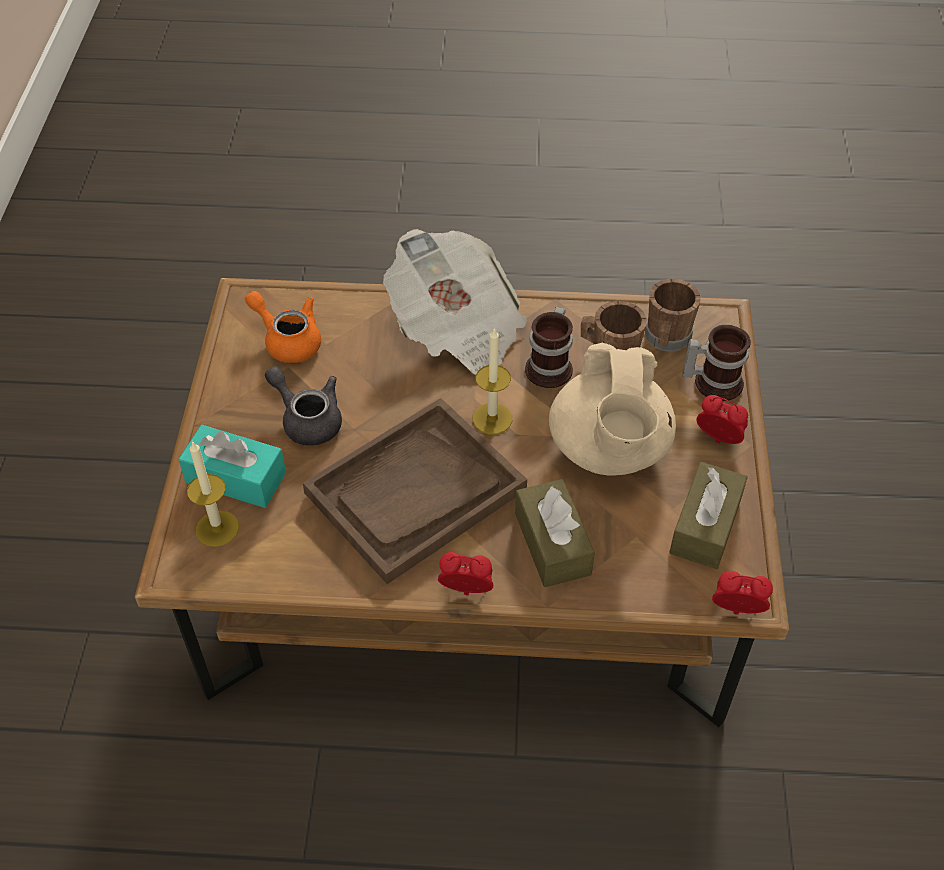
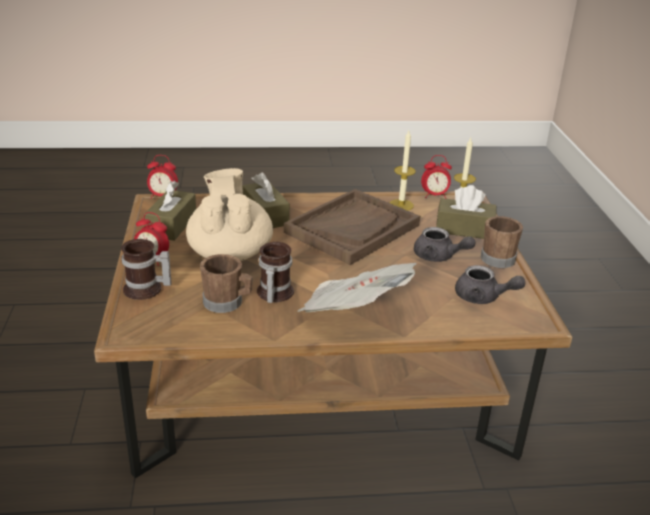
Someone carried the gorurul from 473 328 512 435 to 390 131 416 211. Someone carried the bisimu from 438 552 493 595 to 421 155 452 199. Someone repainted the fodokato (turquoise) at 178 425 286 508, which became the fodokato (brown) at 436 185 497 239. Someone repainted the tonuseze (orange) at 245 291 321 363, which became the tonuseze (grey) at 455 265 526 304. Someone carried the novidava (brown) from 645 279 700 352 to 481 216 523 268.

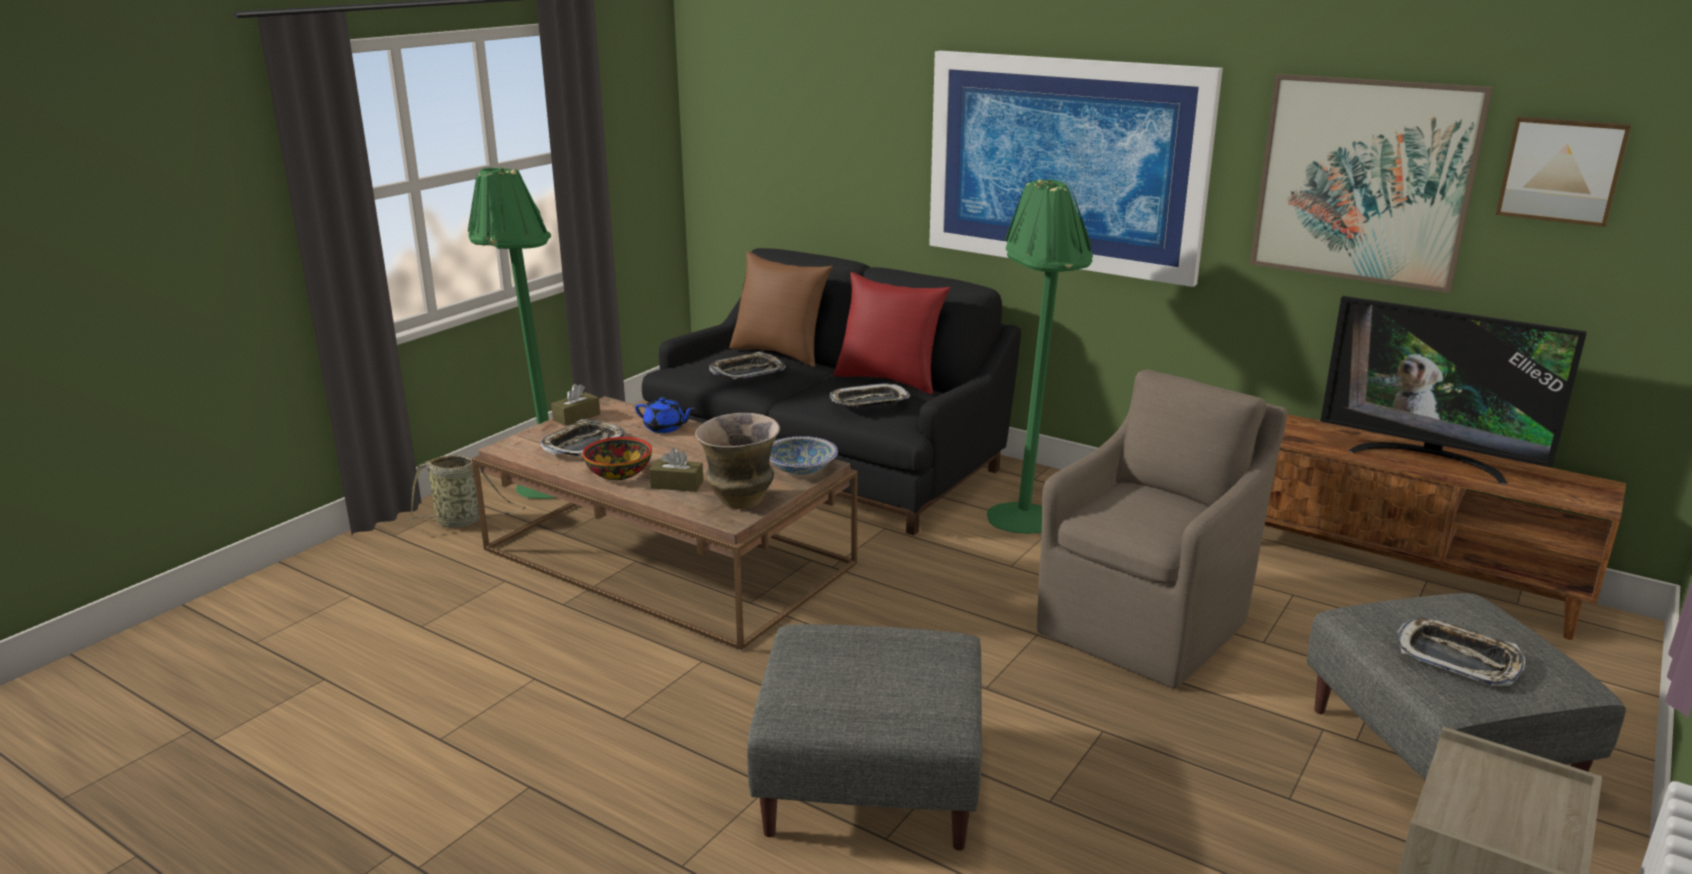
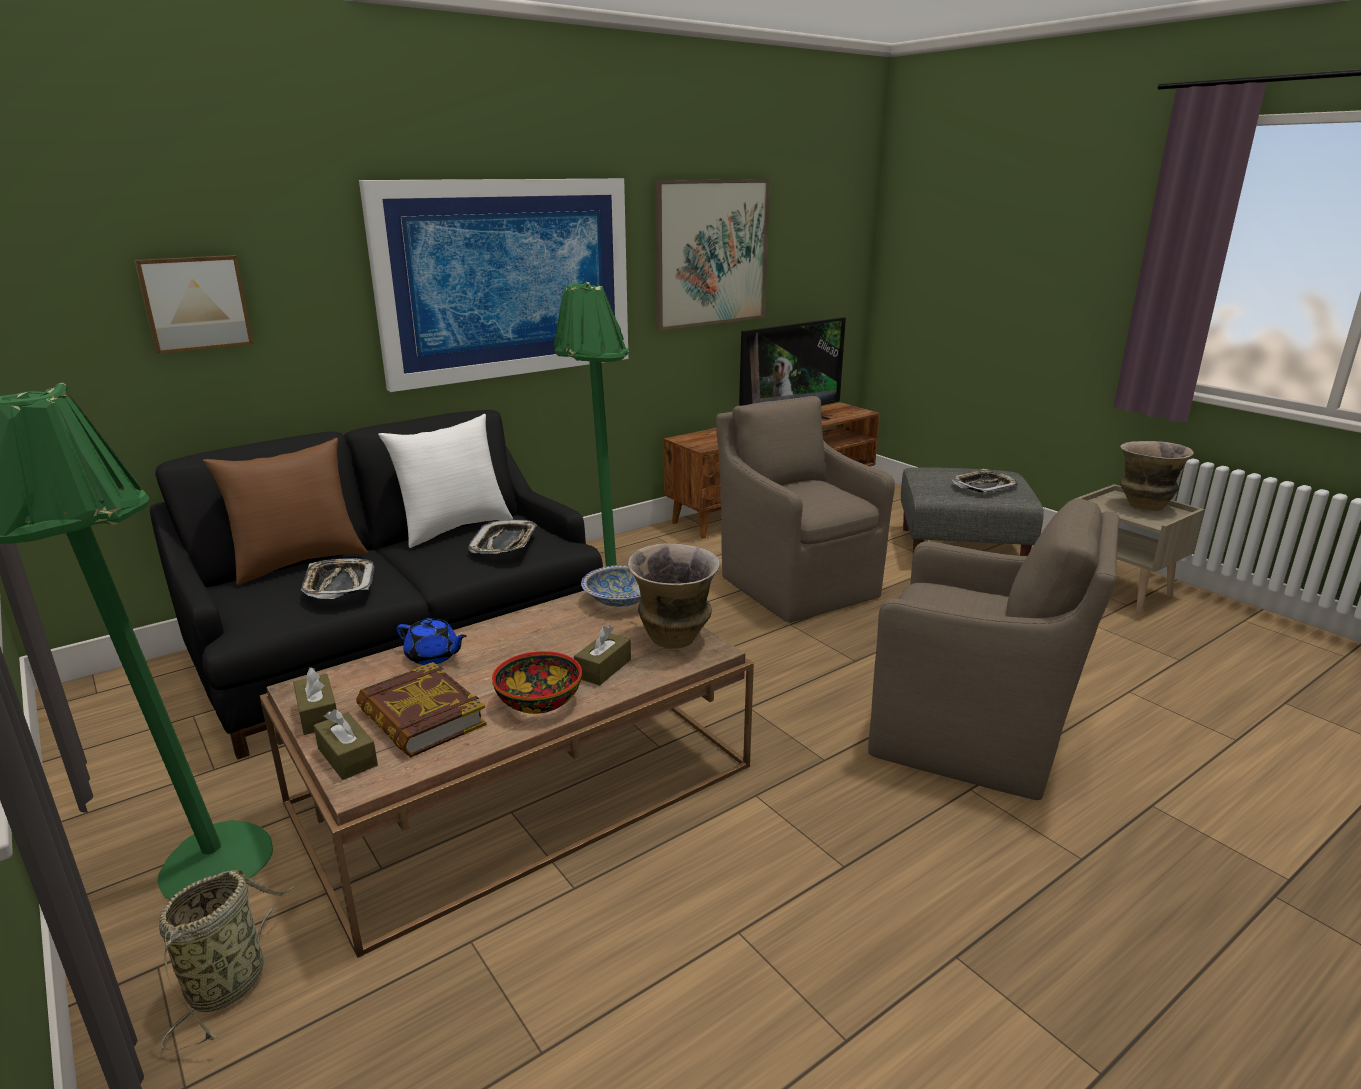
Someone carried the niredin from 1496 116 1632 227 to 134 255 253 354. Someone put down the fodokato (brown) at 314 709 378 780. Someone swapped the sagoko at 540 419 625 456 for the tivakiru at 356 662 487 758. Someone repainted the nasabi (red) at 834 272 951 394, which became the nasabi (white) at 378 414 513 548. Someone rotated the tonuseze (blue) at 635 397 695 433 by 75 degrees clockwise. Someone swapped the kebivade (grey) at 747 624 982 851 for the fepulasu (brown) at 868 498 1120 800. Someone put down the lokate at 1120 441 1194 511.

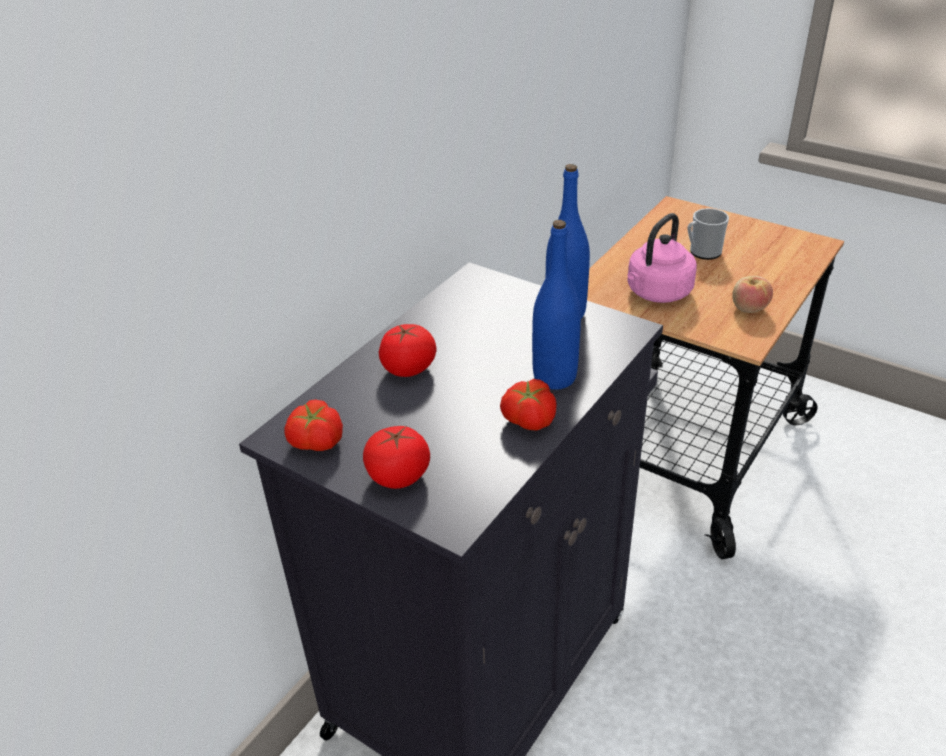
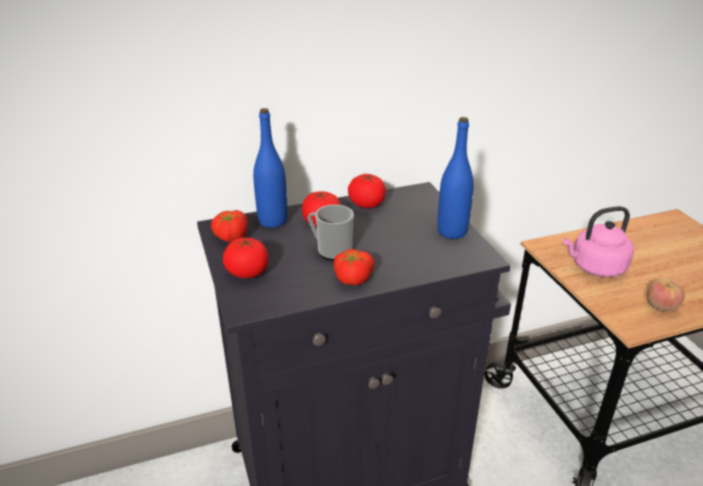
Someone carried the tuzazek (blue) from 532 220 581 390 to 253 108 287 228. Someone carried the novidava from 687 208 729 260 to 308 205 354 261. Someone put down the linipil at 348 174 386 208.

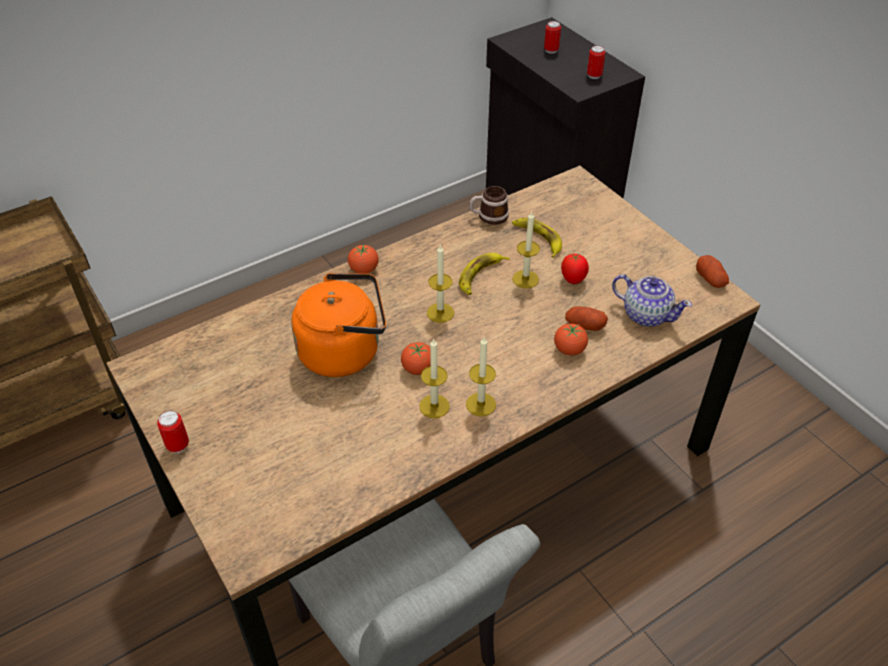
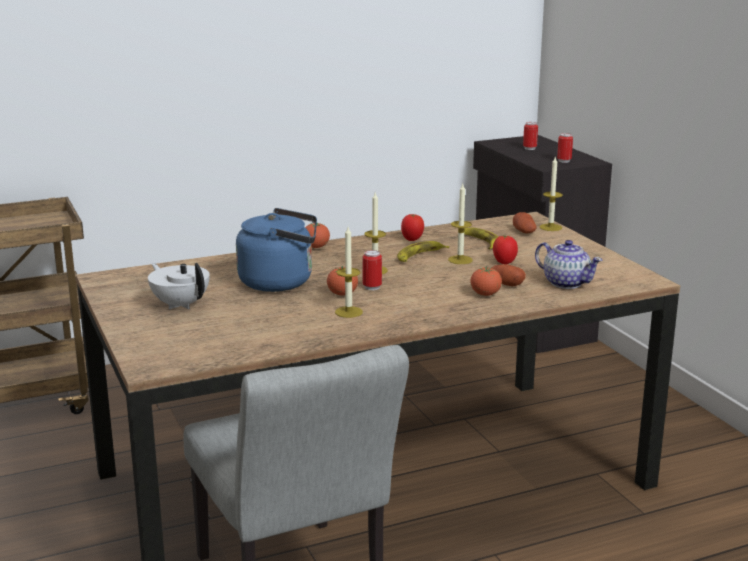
Someone put down the tonuseze (white) at 148 263 210 309. Someone repainted the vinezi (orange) at 291 273 386 377, which became the vinezi (blue) at 236 208 317 292. Someone carried the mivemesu from 157 411 189 453 to 362 250 382 290. Someone put down the linipil at 401 214 424 241. Someone carried the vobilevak from 696 255 729 288 to 513 212 536 234. Someone carried the gorurul from 466 337 496 416 to 539 157 563 231. Someone took away the novidava at 469 186 509 225.

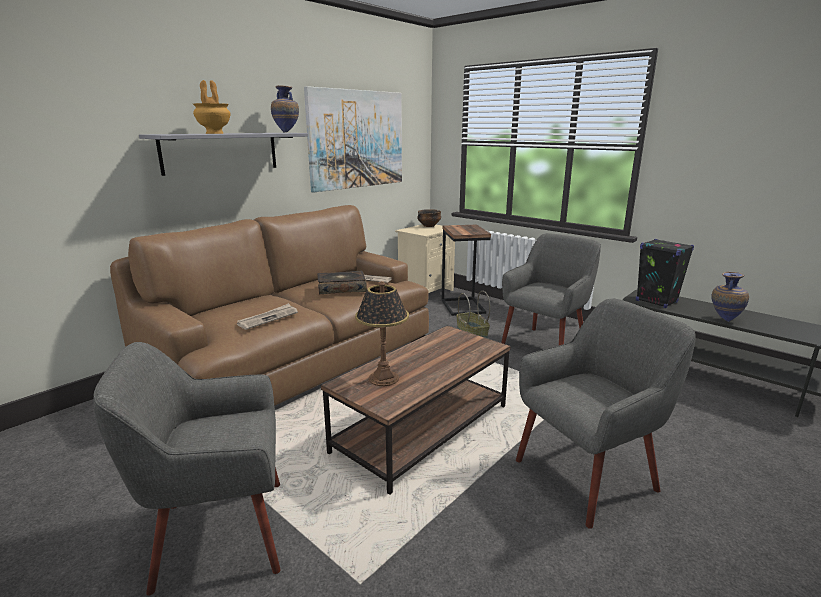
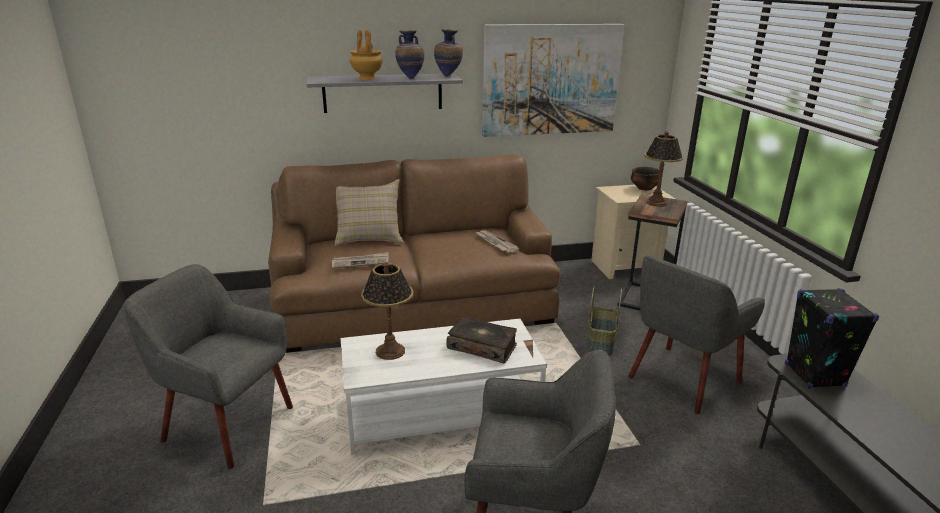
Someone put down the nasabi (beige) at 335 179 403 246. Someone repainted the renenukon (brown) at 321 325 511 495, which became the renenukon (white) at 340 318 547 454. Someone carried the lokate from 711 272 749 322 to 395 30 424 79. Someone carried the tivakiru from 317 270 367 294 to 446 316 517 363. Someone rotated the fepulasu (grey) at 501 233 601 345 by 150 degrees clockwise. Someone put down the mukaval at 644 131 683 207.

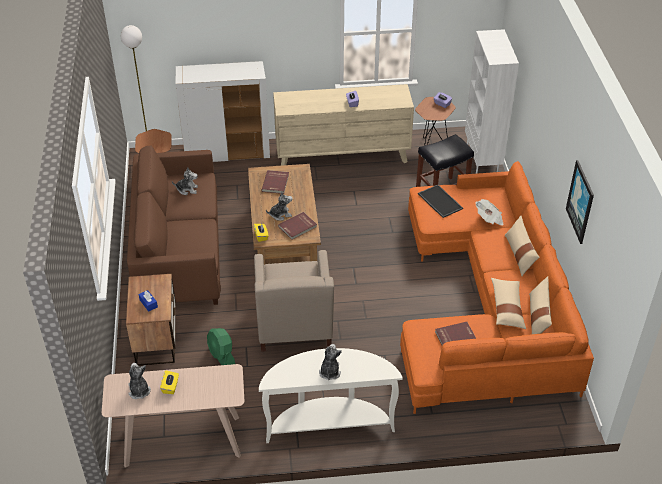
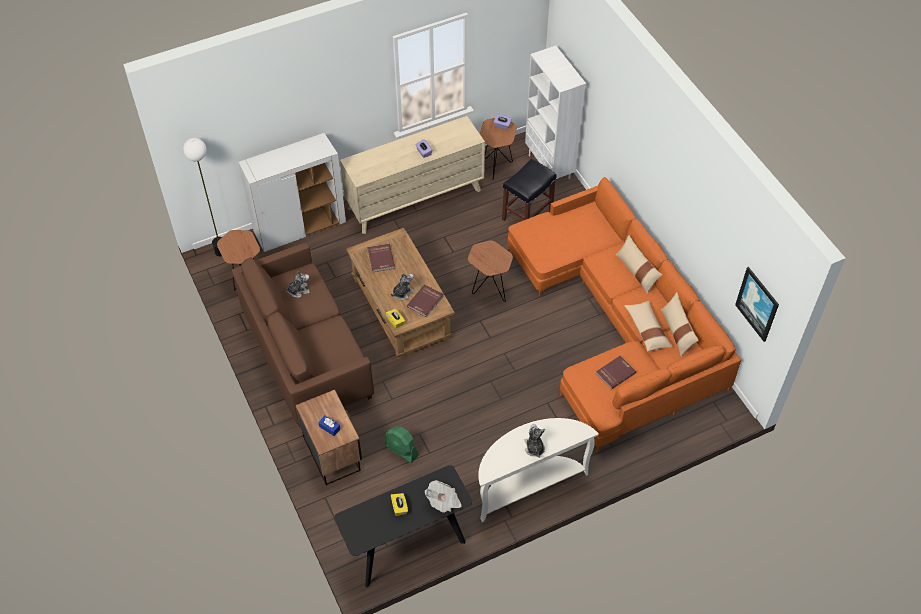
Someone repainted the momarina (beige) at 102 364 244 468, which became the momarina (black) at 334 465 472 587. Someone carried the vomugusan from 475 199 503 226 to 425 480 462 513. Someone put down the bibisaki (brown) at 468 240 513 302. Someone carried the niredin from 566 160 594 244 to 735 267 779 342. Someone took away the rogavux at 128 363 151 399. Someone took away the fepulasu (beige) at 254 250 334 352. Someone took away the sagoko at 418 185 463 218.

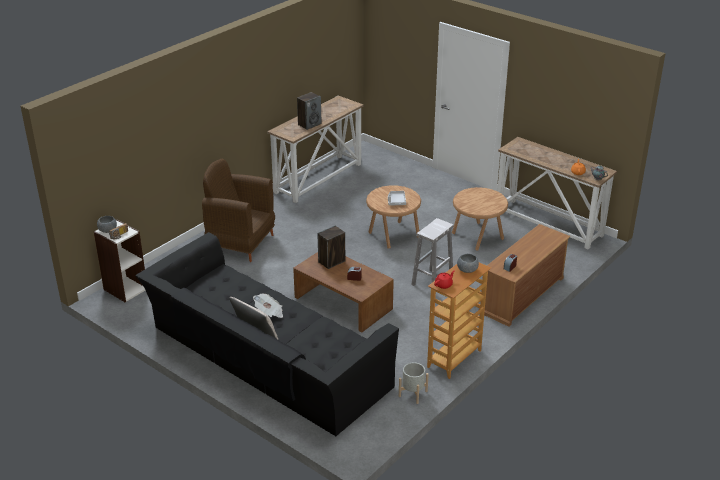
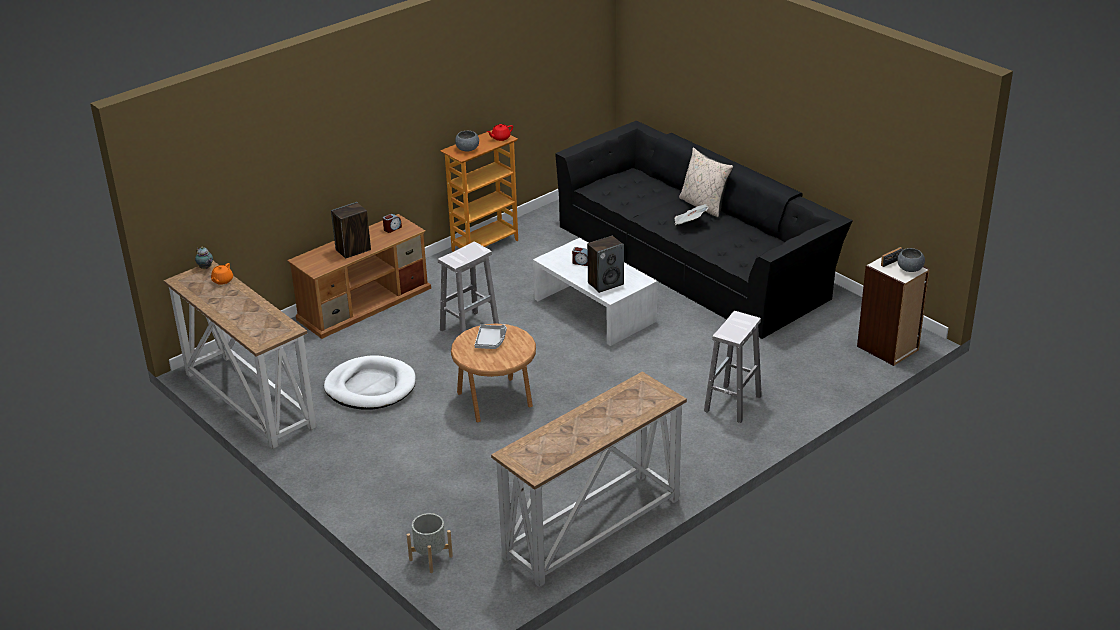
Someone swapped the bibisaki (brown) at 452 187 508 250 for the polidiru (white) at 324 356 416 409. Someone carried the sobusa from 297 92 322 130 to 331 202 371 259. Someone carried the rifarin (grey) from 399 362 429 404 to 407 513 453 573. Someone repainted the renenukon (brown) at 293 252 394 332, which became the renenukon (white) at 533 238 657 346. Someone swapped the fepulasu (brown) at 202 159 275 262 for the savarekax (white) at 704 311 762 423.

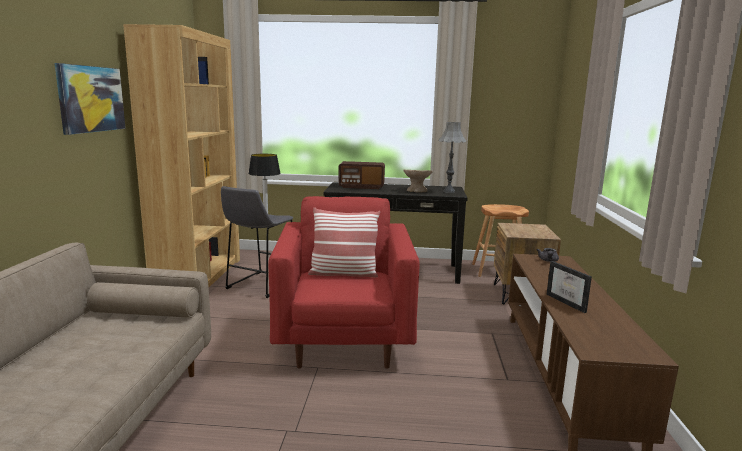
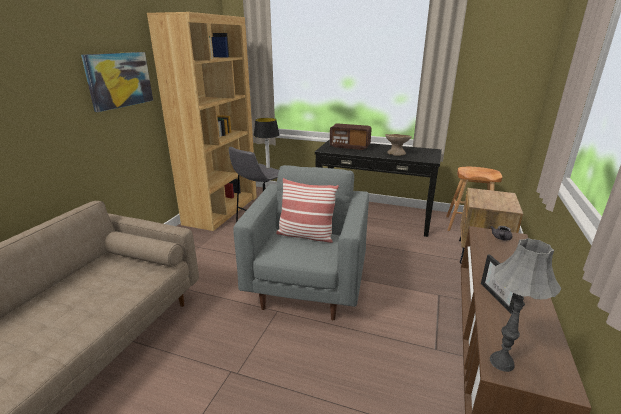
Someone repainted the fepulasu (red) at 269 196 420 368, which became the fepulasu (grey) at 233 165 369 320. Someone carried the mukaval (grey) from 439 122 466 193 to 490 238 562 372.

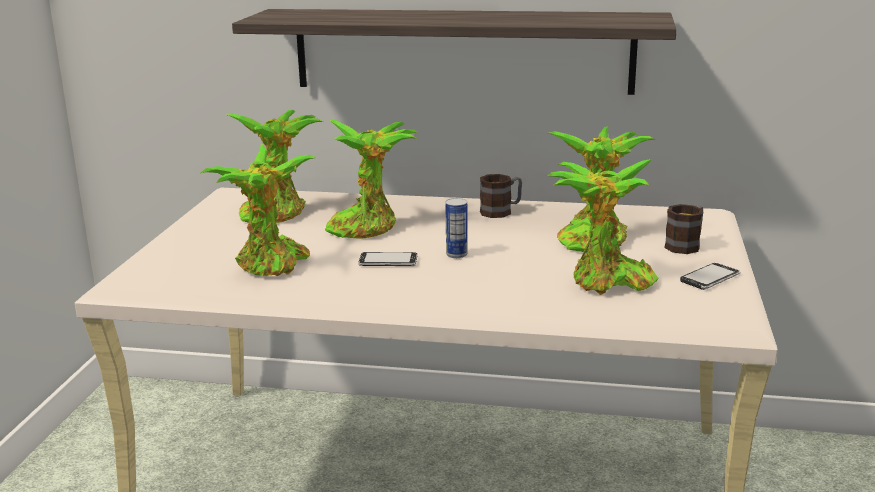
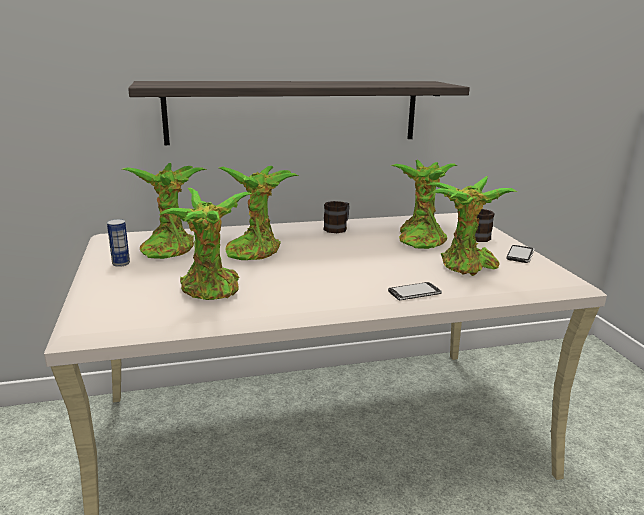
Someone carried the mivemesu from 445 198 468 258 to 107 219 130 267. Someone carried the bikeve from 358 252 417 266 to 388 282 442 300.

